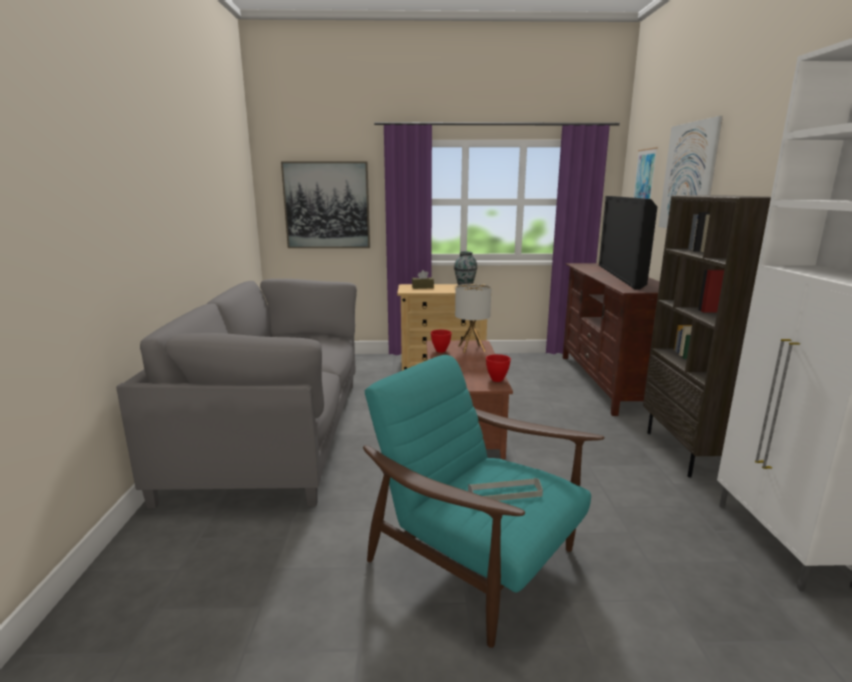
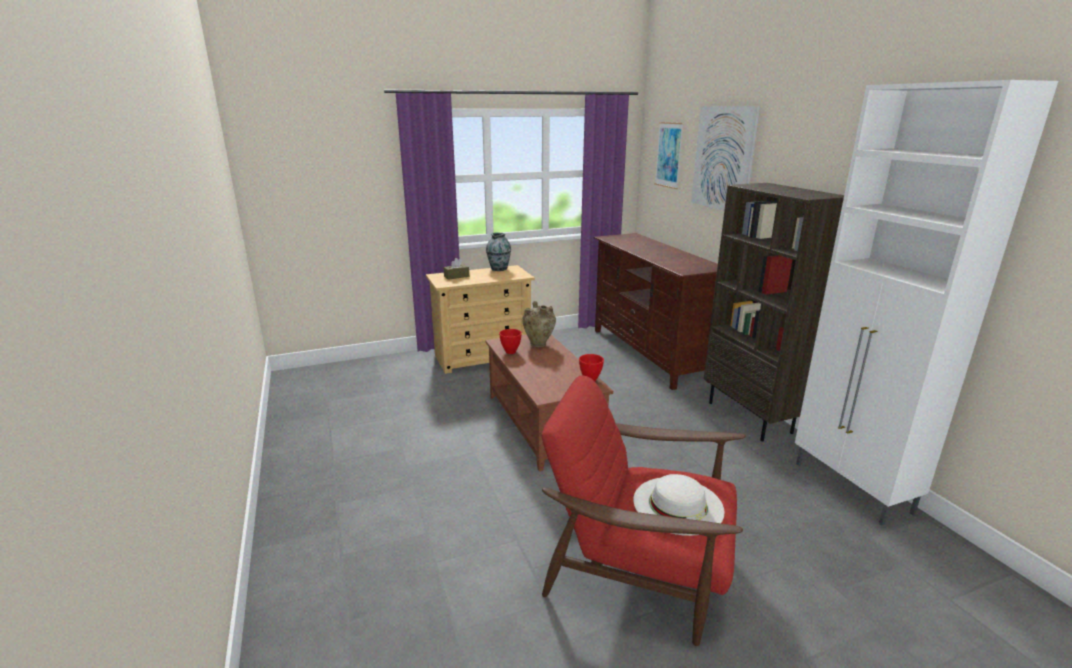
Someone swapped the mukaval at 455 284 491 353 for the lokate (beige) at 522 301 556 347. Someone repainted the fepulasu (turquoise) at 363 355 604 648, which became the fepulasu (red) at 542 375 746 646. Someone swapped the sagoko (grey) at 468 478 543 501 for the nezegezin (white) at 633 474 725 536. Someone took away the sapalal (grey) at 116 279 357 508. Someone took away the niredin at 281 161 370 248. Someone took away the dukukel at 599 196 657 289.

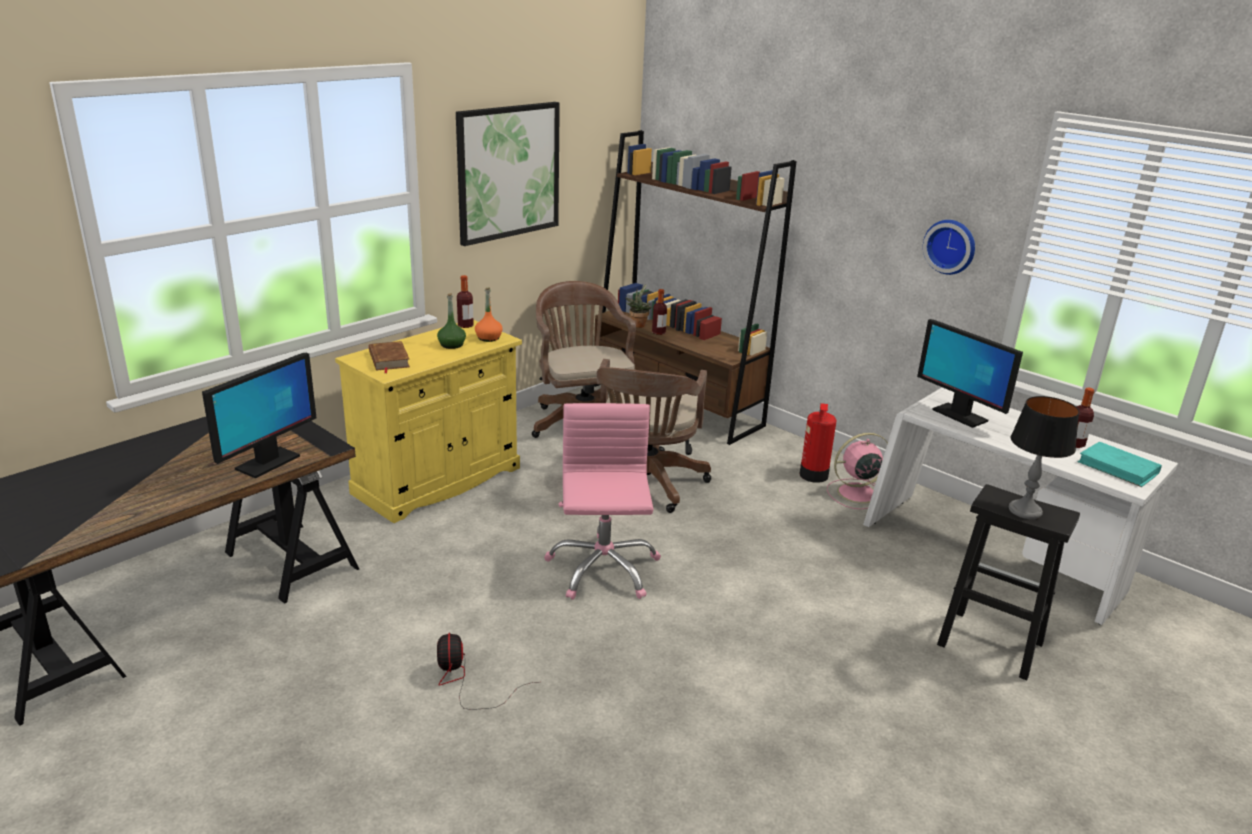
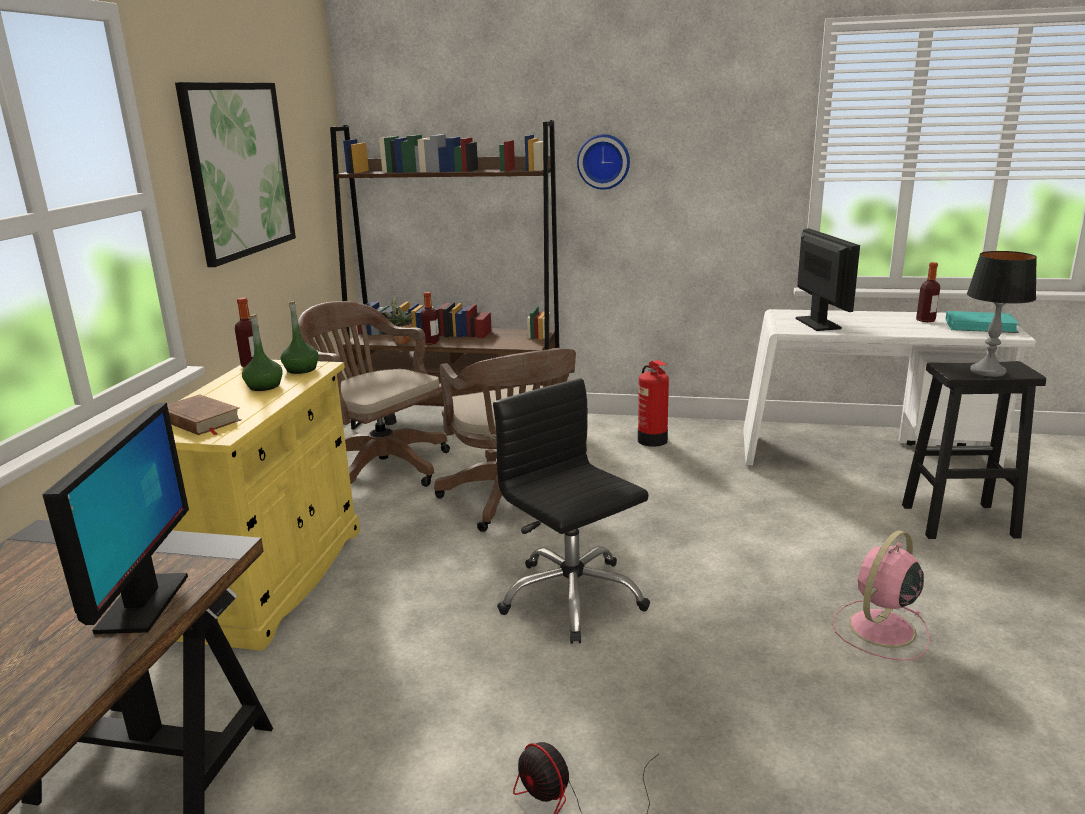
Someone repainted the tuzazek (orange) at 475 288 503 342, which became the tuzazek (green) at 281 301 319 374. Someone repainted the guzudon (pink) at 544 403 661 600, which became the guzudon (black) at 493 378 650 644. Someone carried the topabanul from 923 220 975 275 to 577 134 630 190. Someone rotated the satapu at 917 319 1023 428 by 120 degrees counterclockwise. Someone carried the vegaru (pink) from 827 433 888 509 to 832 530 929 661.

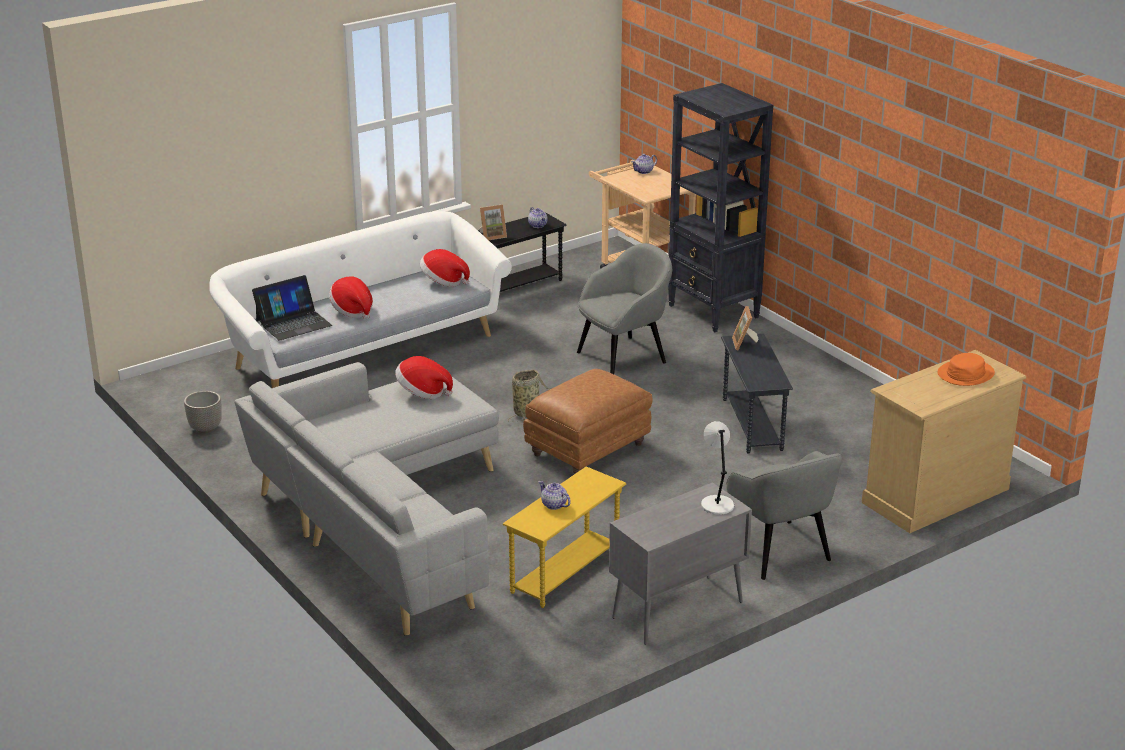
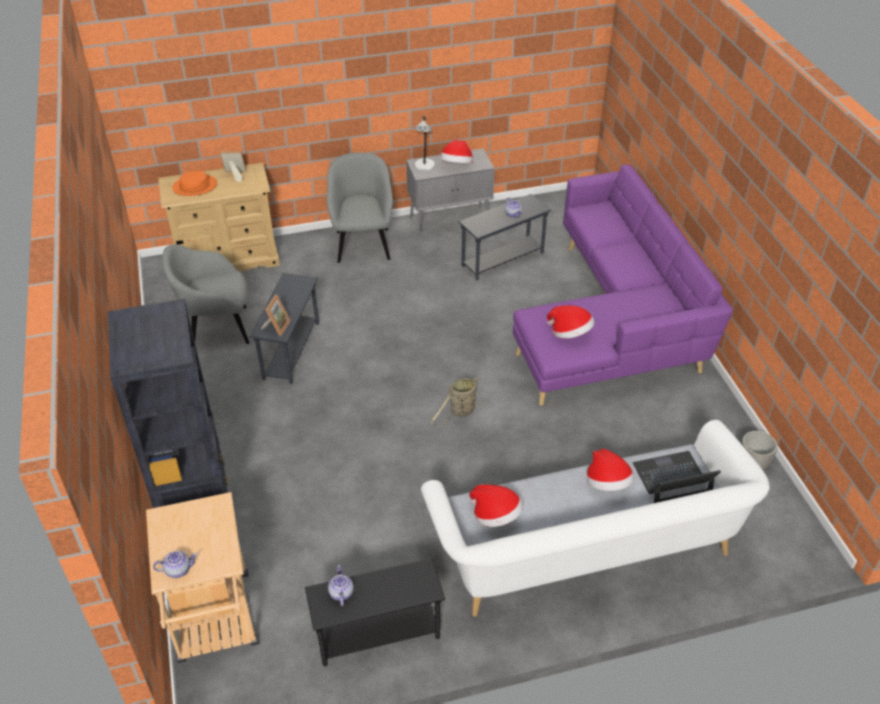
Someone carried the fepulasu (grey) from 577 243 672 374 to 162 244 249 344. Someone carried the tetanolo from 479 205 507 240 to 220 151 246 182. Someone put down the nezegezin at 440 140 473 163. Someone repainted the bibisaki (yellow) at 502 467 626 608, which became the bibisaki (grey) at 458 194 551 280. Someone repainted the sapalal (grey) at 234 362 499 636, which became the sapalal (purple) at 513 164 733 406. Someone took away the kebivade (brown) at 523 369 653 474.

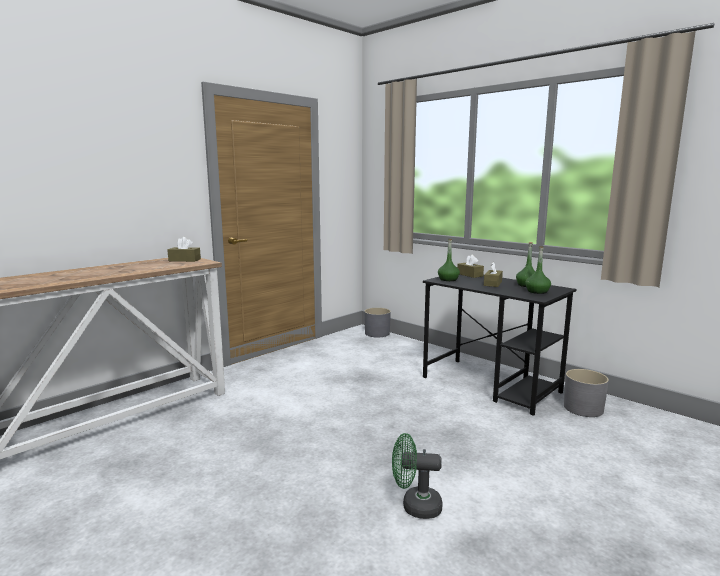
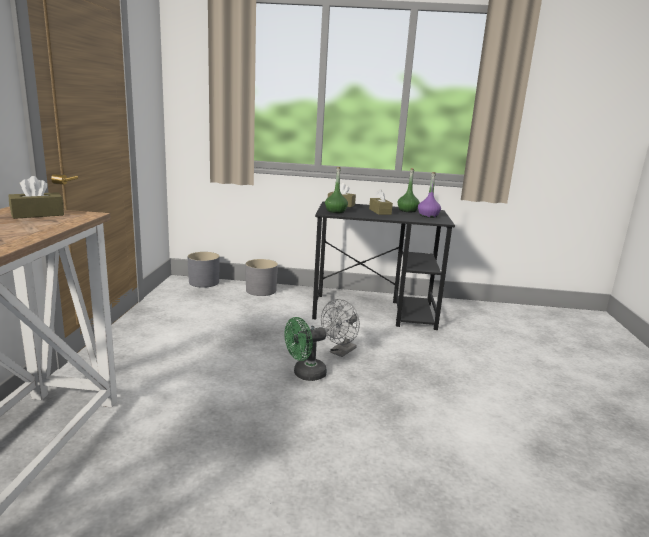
Someone carried the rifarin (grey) from 564 369 609 417 to 246 259 278 296. Someone carried the vegaru (green) from 392 433 443 519 to 285 317 327 381. Someone put down the vegaru (grey) at 321 299 360 357. Someone repainted the tuzazek (green) at 525 246 551 294, which became the tuzazek (purple) at 418 172 441 218.

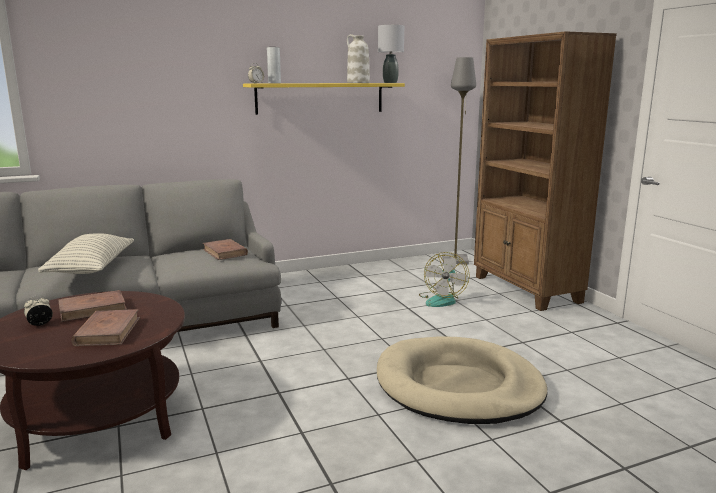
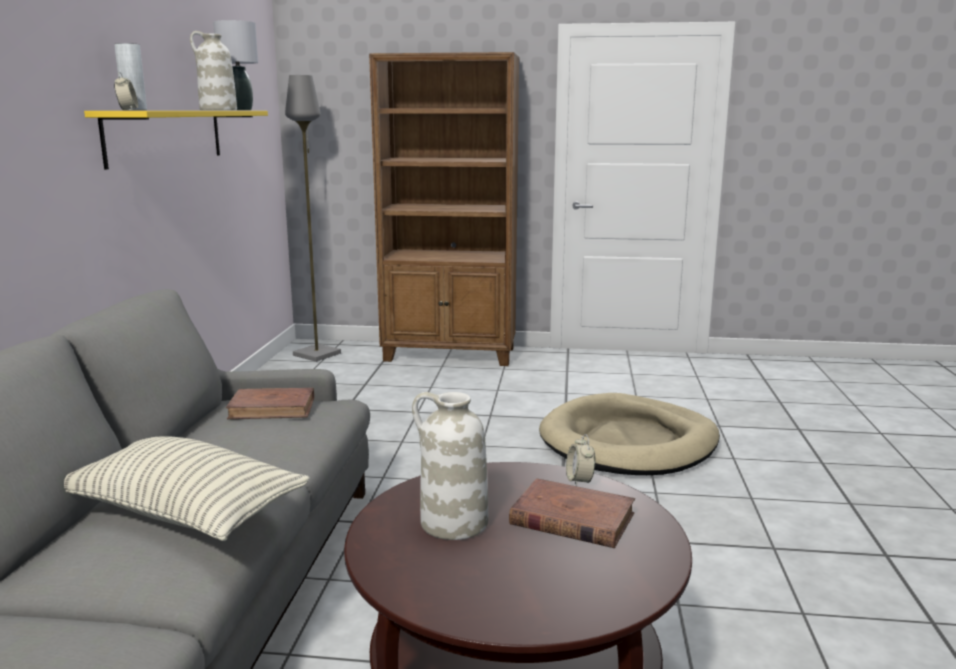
Someone swapped the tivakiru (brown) at 58 290 127 322 for the lokate (white) at 412 392 488 540. Someone carried the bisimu from 24 295 53 326 to 566 434 595 486. Someone took away the vegaru at 419 252 470 307.

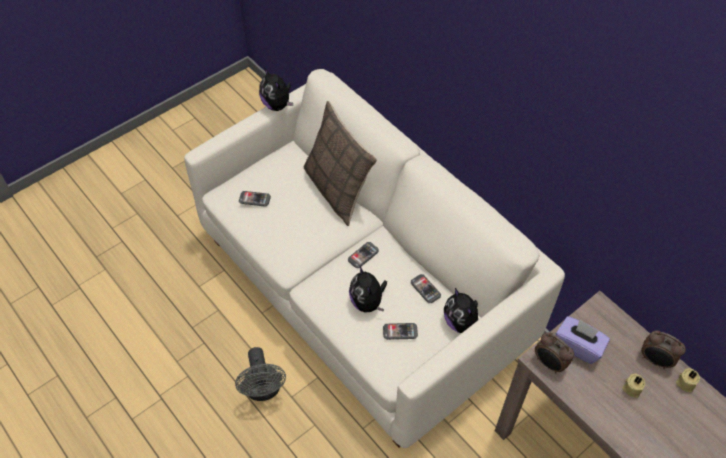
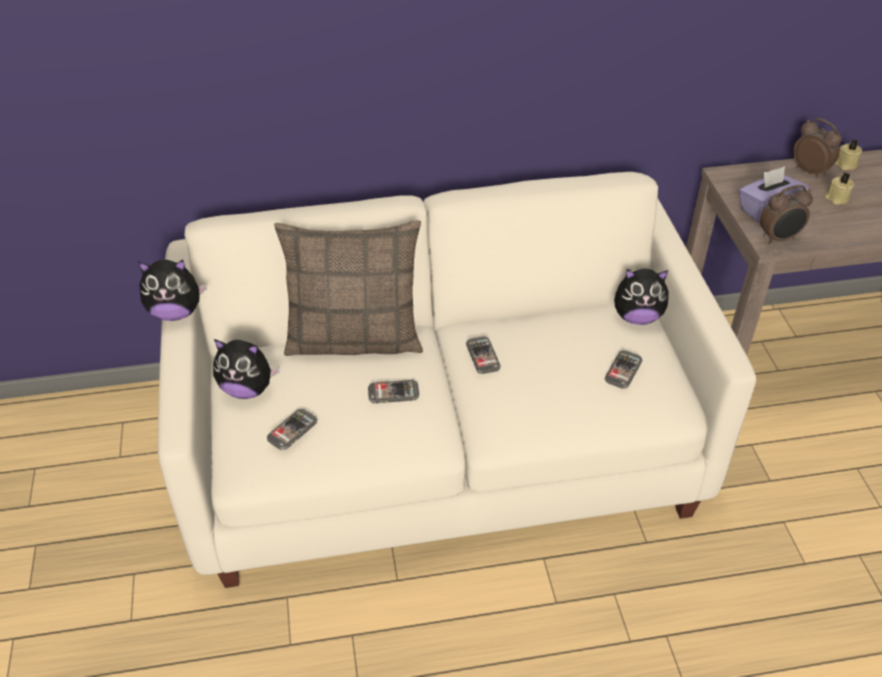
Someone carried the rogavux from 349 266 387 313 to 213 339 280 399. Someone carried the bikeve from 411 274 441 303 to 368 380 419 403. Someone rotated the bisimu at 641 331 686 369 by 105 degrees counterclockwise. Someone took away the vegaru (grey) at 235 347 286 401.

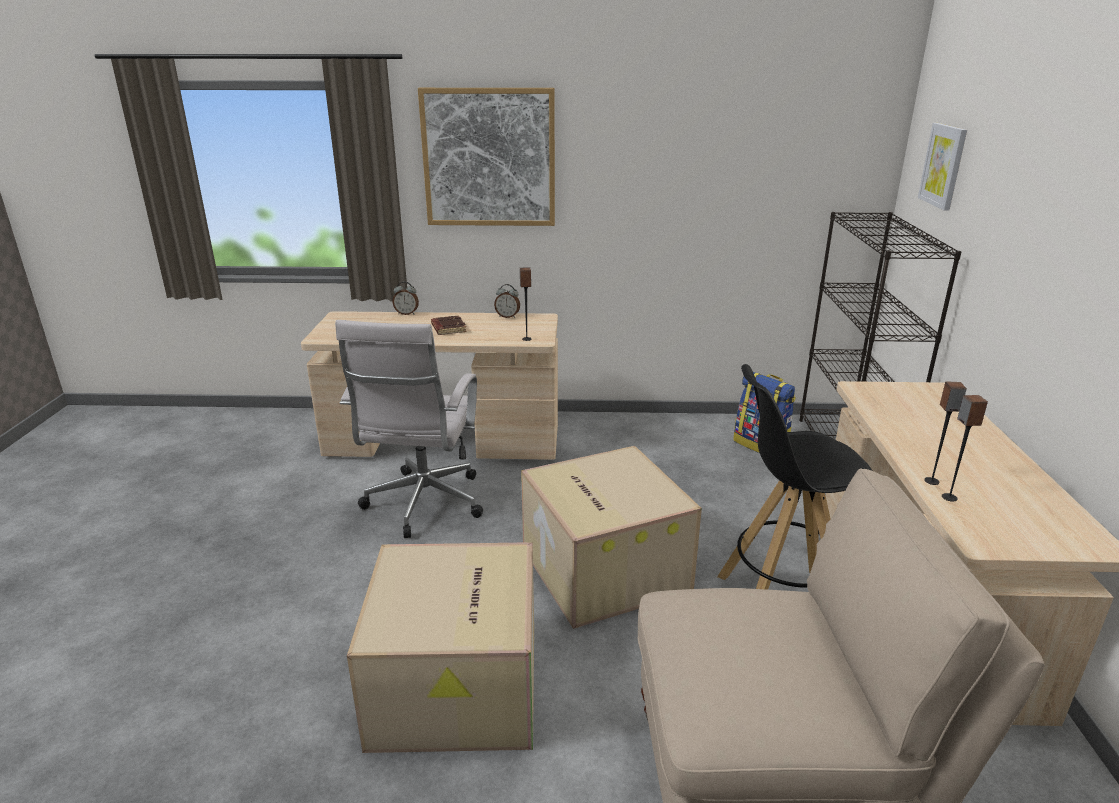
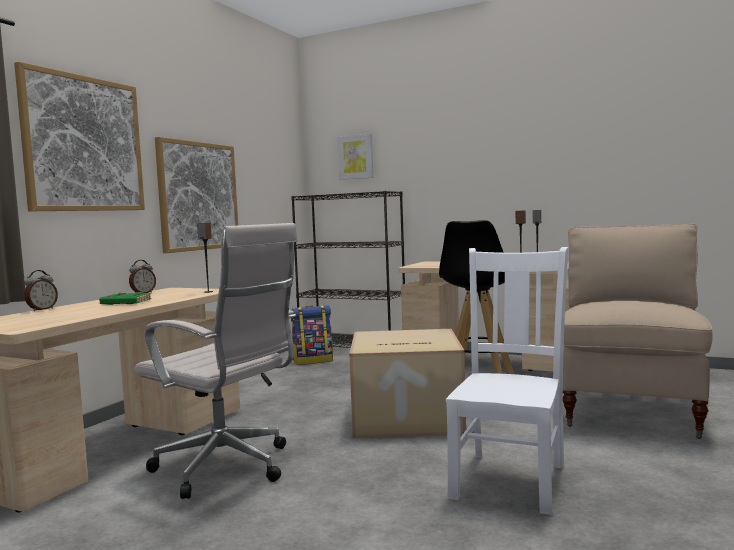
Someone repainted the tivakiru (brown) at 431 315 467 335, which became the tivakiru (green) at 99 292 151 305. Someone put up the niredin at 155 137 238 253. Someone swapped the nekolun at 347 542 534 753 for the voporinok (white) at 446 247 569 515.

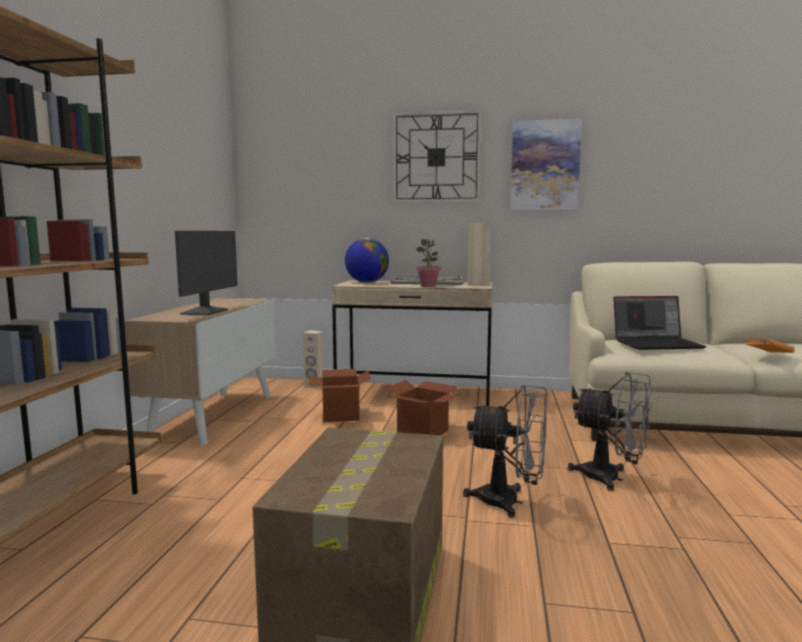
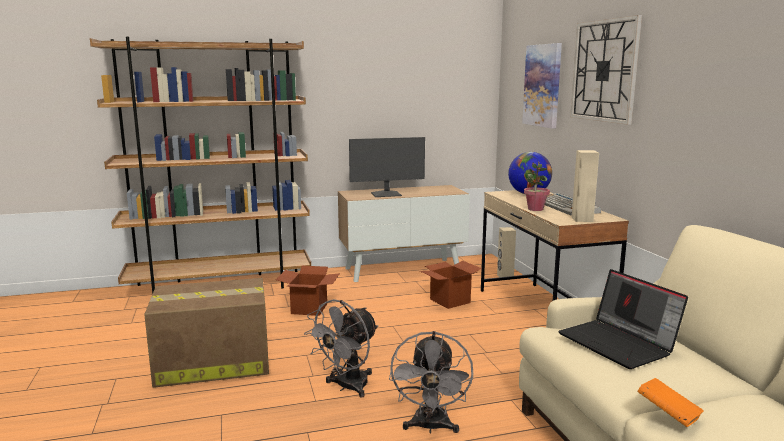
Someone carried the nekolun from 387 380 461 435 to 276 266 340 316. Someone rotated the vegaru (grey) at 463 385 547 518 by 45 degrees clockwise. Someone carried the niredin from 510 119 582 211 to 522 43 562 128.

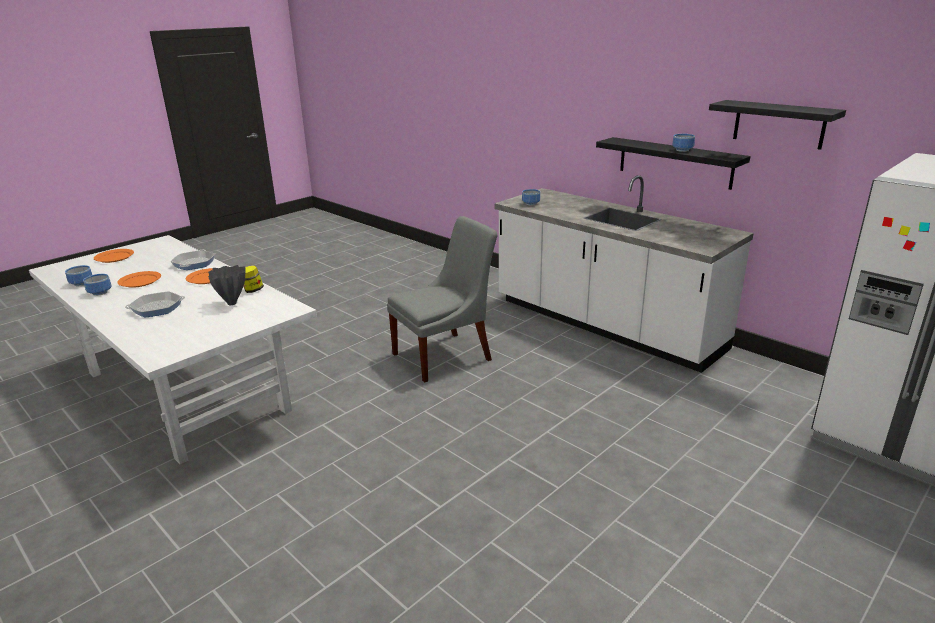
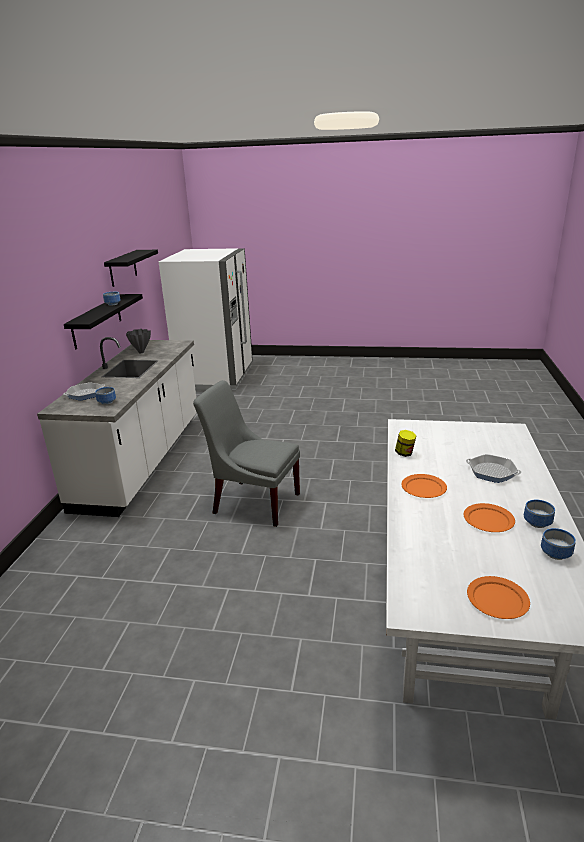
Someone carried the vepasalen from 170 250 215 270 to 63 382 105 400. Someone carried the lokate (grey) from 208 265 245 305 to 126 329 151 353.

